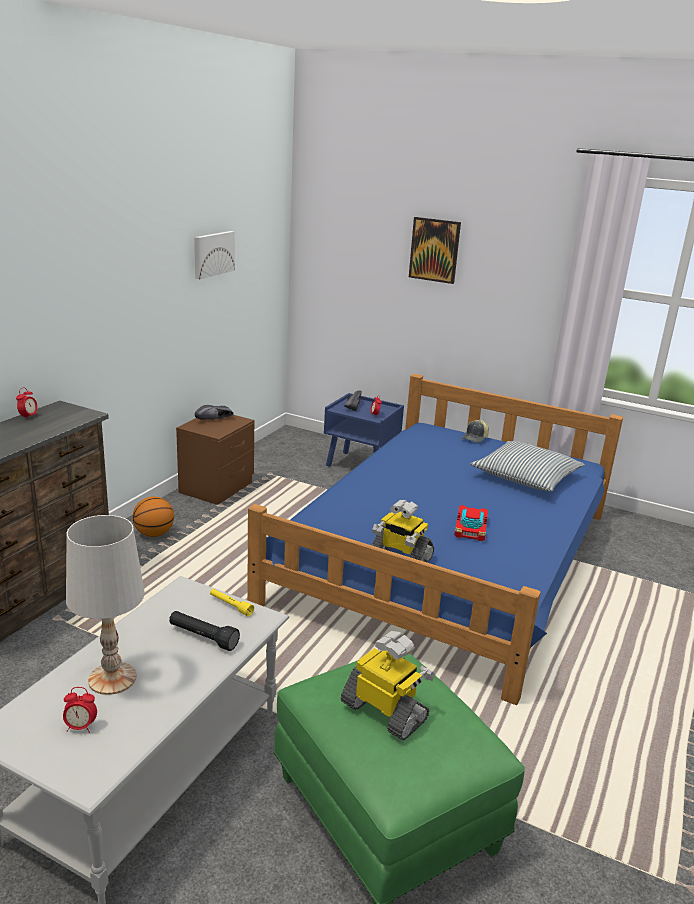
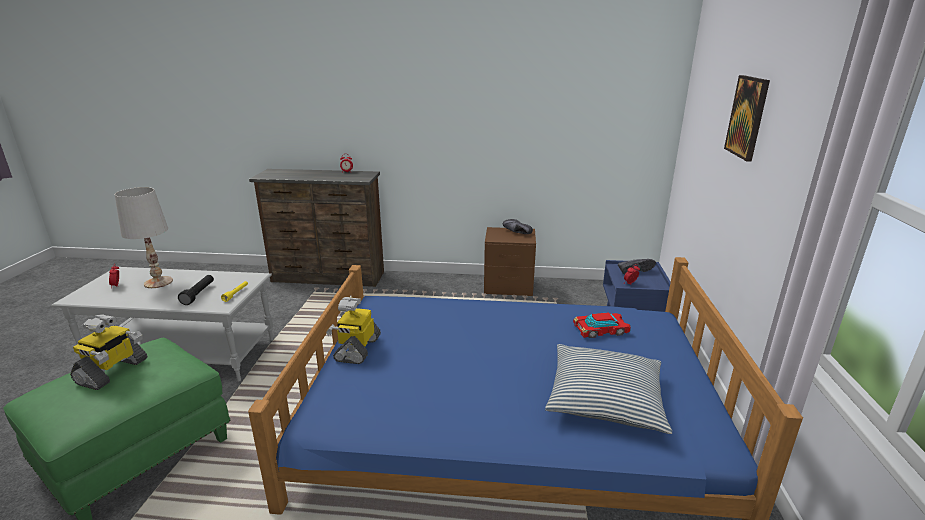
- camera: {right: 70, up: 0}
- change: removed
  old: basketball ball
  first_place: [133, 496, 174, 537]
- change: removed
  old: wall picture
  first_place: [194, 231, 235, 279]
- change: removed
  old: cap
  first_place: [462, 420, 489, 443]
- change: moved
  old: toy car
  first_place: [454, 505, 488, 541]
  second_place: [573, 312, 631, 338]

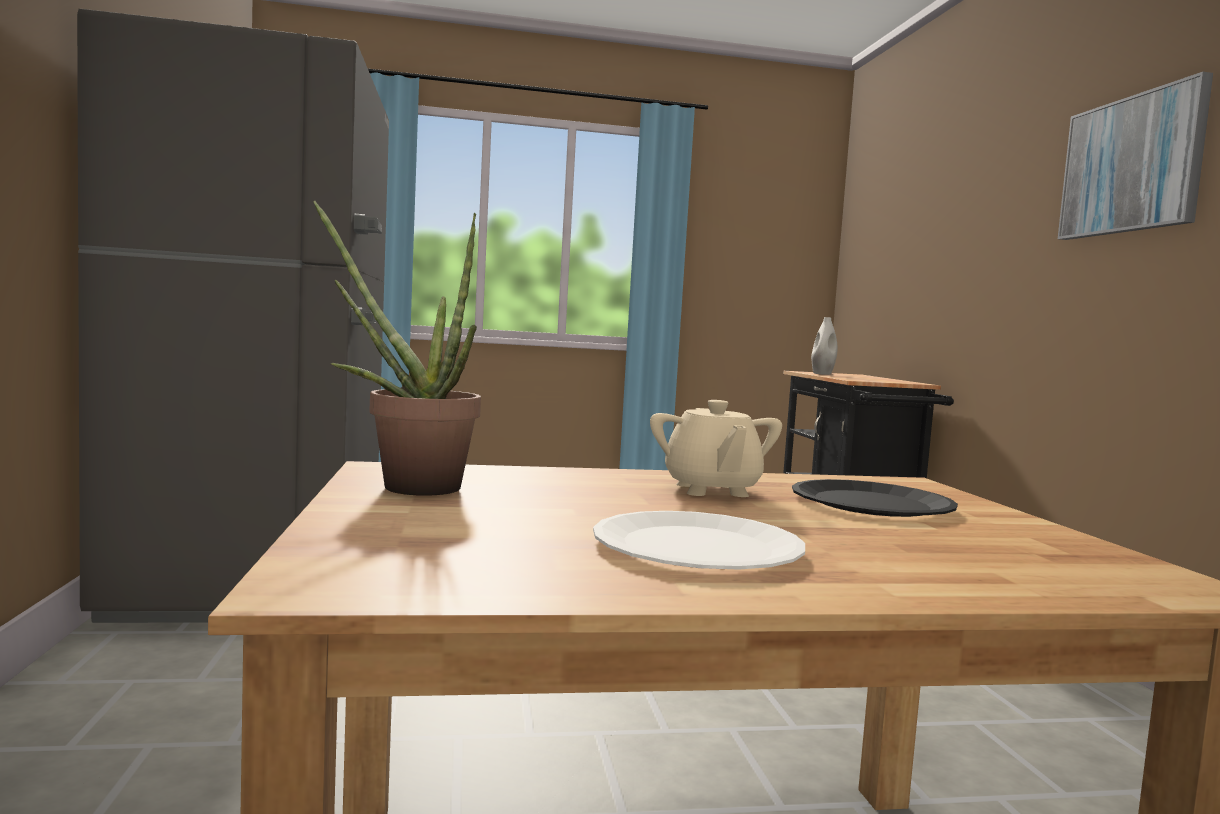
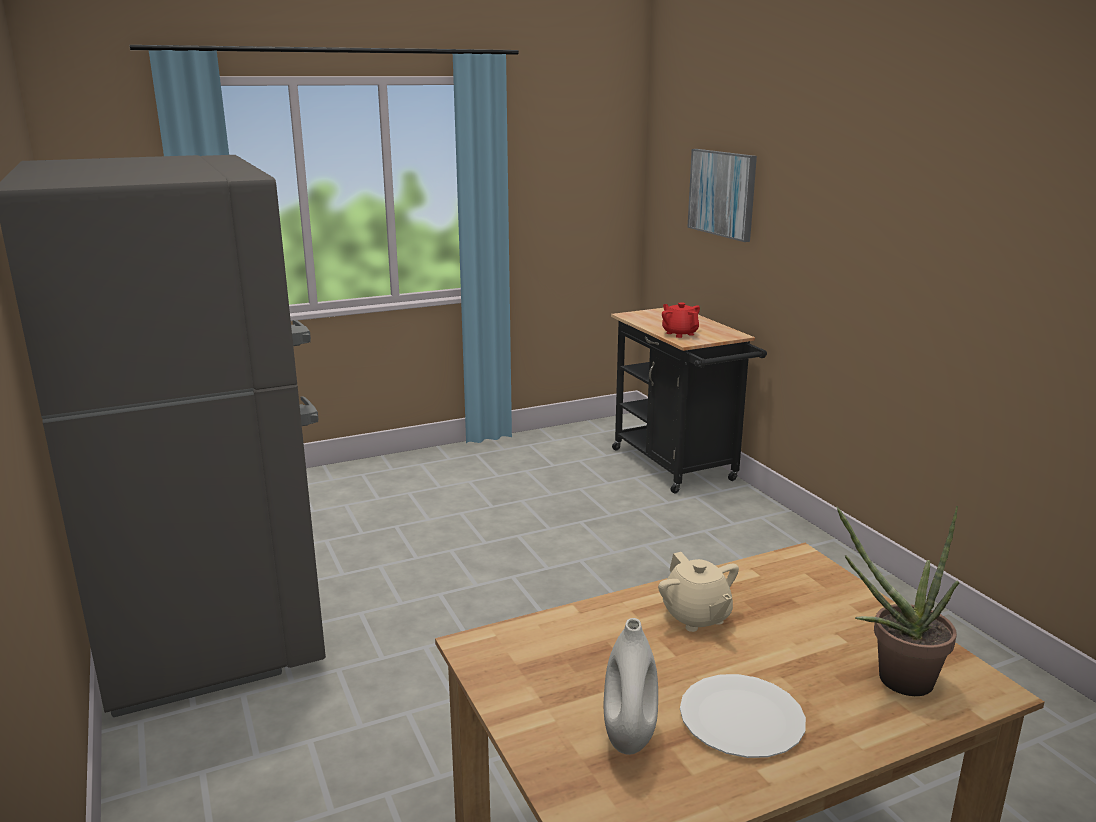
- camera: {right: -15, up: 15}
- change: removed
  old: flat dish (blackish)
  first_place: [792, 479, 958, 517]
- change: added
  new: teapot (red-coloured)
  second_place: [662, 302, 700, 338]
- change: moved
  old: houseplant
  first_place: [313, 201, 481, 496]
  second_place: [837, 506, 959, 696]
- change: moved
  old: vase (whitish)
  first_place: [811, 317, 838, 375]
  second_place: [604, 618, 658, 755]
- change: moved
  old: wall picture
  first_place: [1058, 72, 1213, 240]
  second_place: [687, 149, 757, 242]

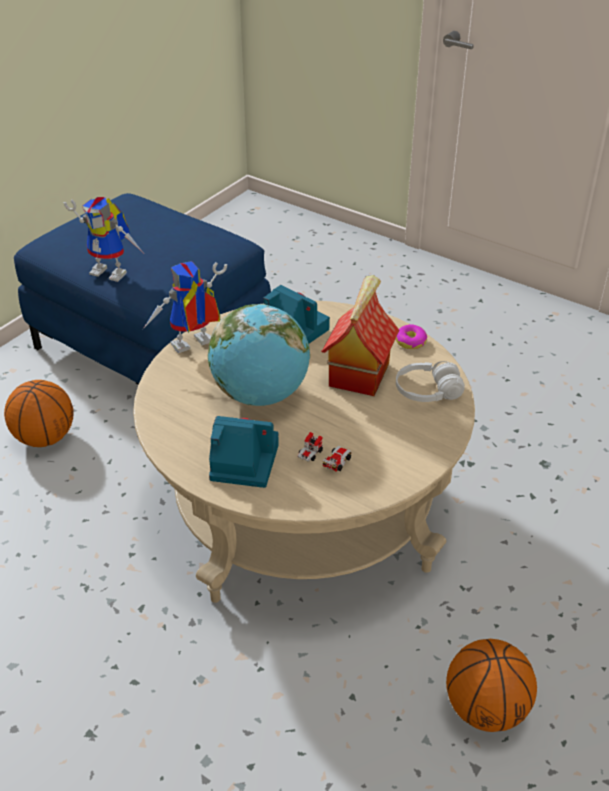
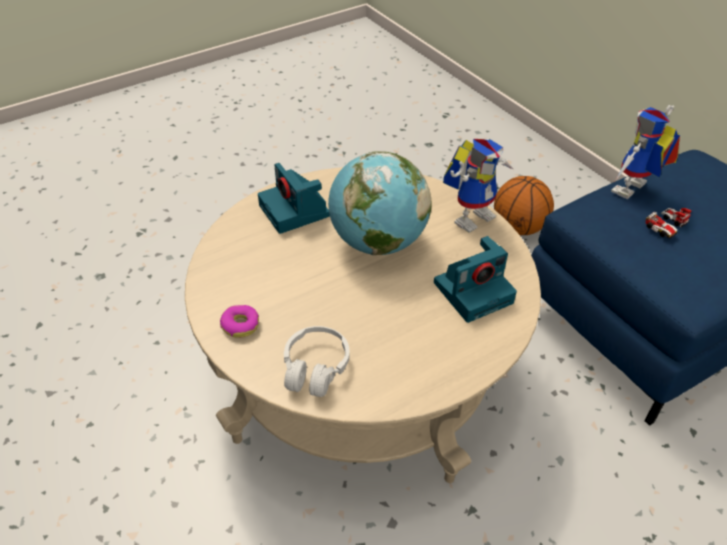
- camera: {right: 110, up: 5}
- change: removed
  old: toy house
  first_place: [321, 275, 399, 396]
- change: removed
  old: basketball ball
  first_place: [446, 639, 537, 732]
- change: moved
  old: toy car
  first_place: [297, 432, 352, 471]
  second_place: [646, 208, 692, 238]
- change: moved
  old: doughnut
  first_place: [396, 324, 427, 349]
  second_place: [220, 305, 259, 338]
- change: turned
  old: robot figure
  first_place: [143, 261, 227, 353]
  second_place: [443, 139, 514, 233]
  degrees: 60
- change: turned
  old: photo camera
  first_place: [209, 416, 279, 488]
  second_place: [258, 163, 330, 234]
  degrees: 120

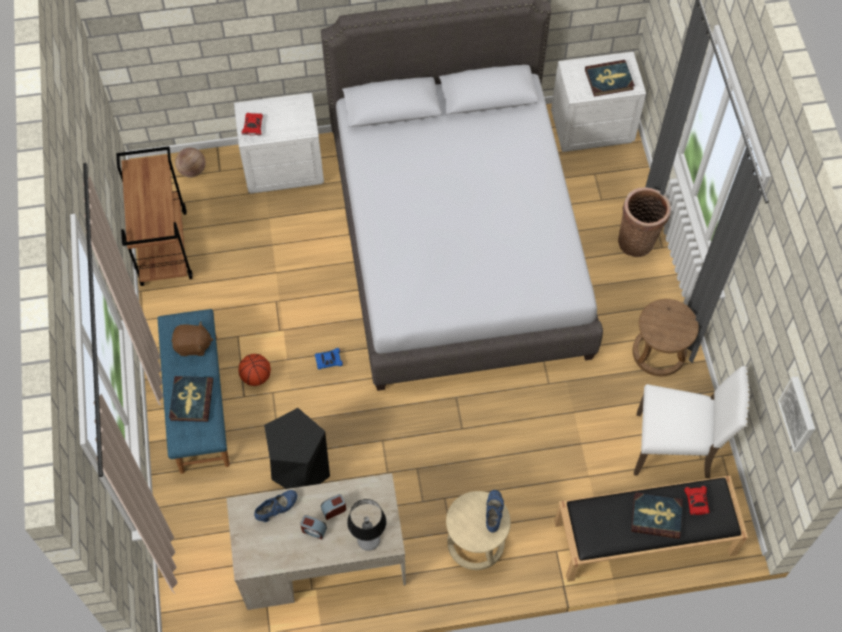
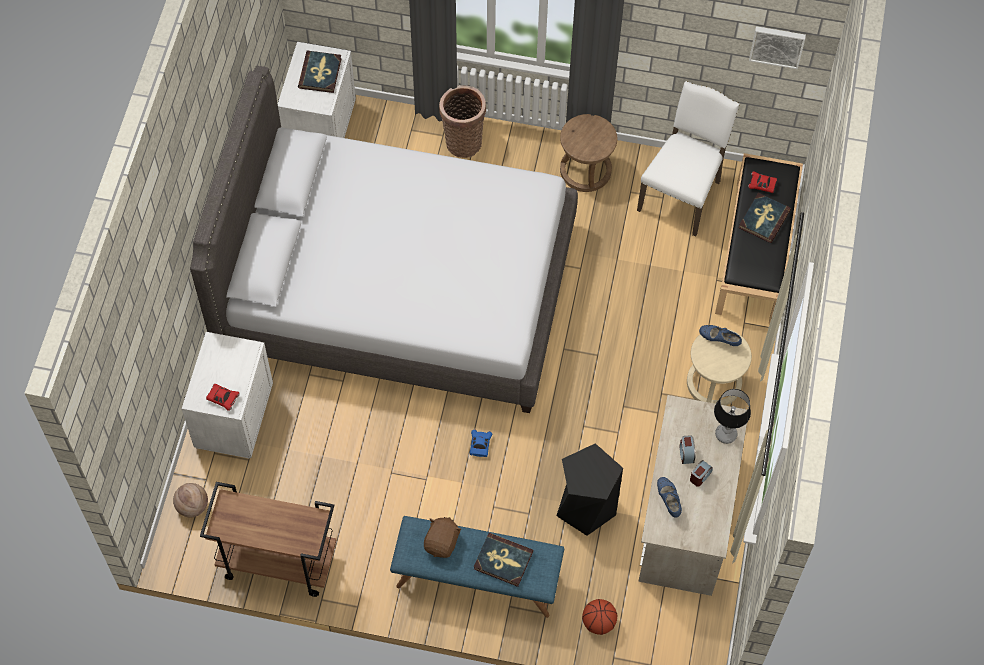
- camera: {right: -70, up: 0}
- change: moved
  old: basketball ball
  first_place: [239, 354, 271, 386]
  second_place: [582, 599, 617, 635]

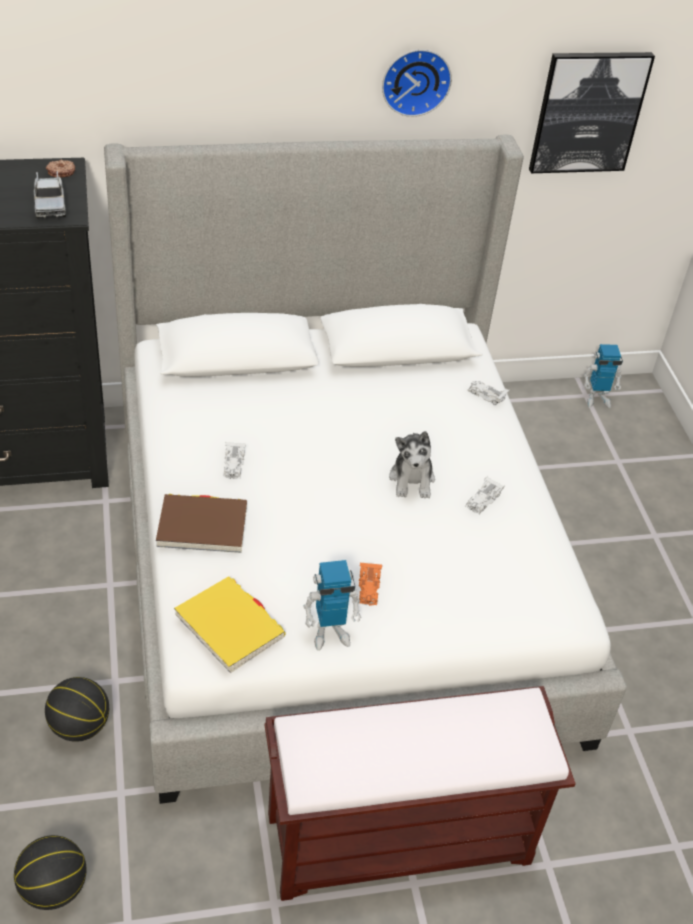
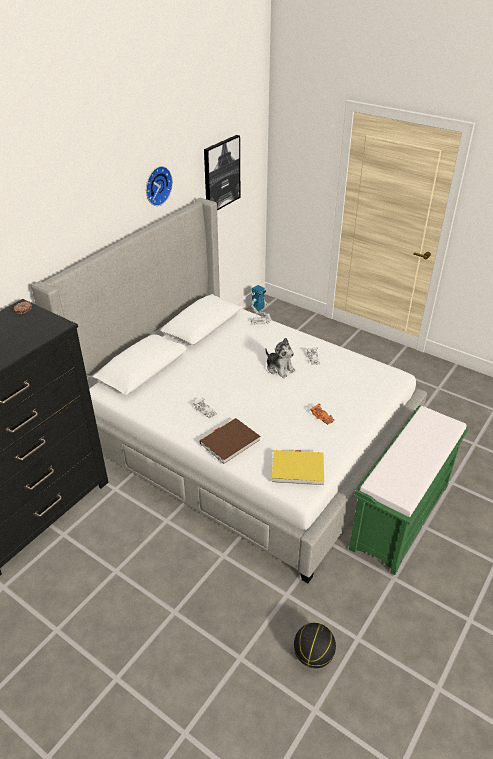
- camera: {right: -40, up: -5}
- change: removed
  old: toy lorry
  first_place: [34, 171, 66, 218]
- change: removed
  old: basketball ball
  first_place: [45, 677, 109, 742]
- change: removed
  old: robot figure
  first_place: [304, 560, 361, 651]
- change: recoloured
  old: bench (brown-coloured)
  new: bench (green)
  first_place: [265, 686, 576, 901]
  second_place: [349, 405, 468, 575]

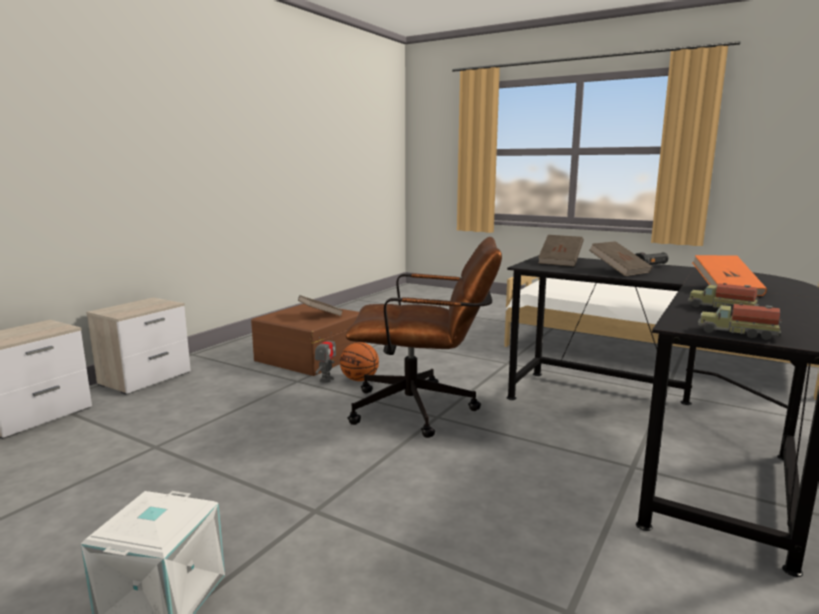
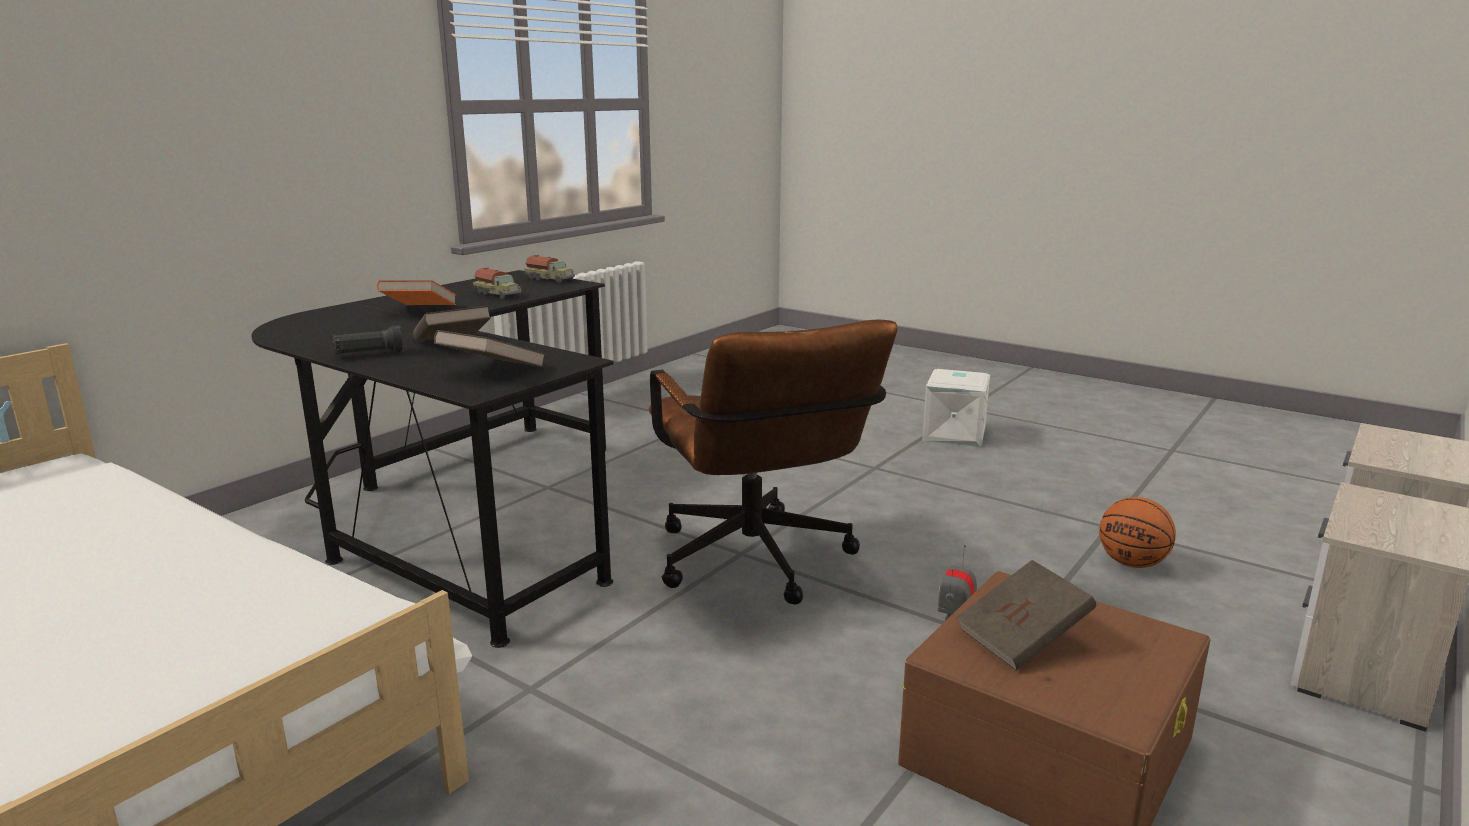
- camera: {right: -175, up: 5}
- change: moved
  old: basketball ball
  first_place: [340, 342, 379, 381]
  second_place: [1099, 497, 1176, 568]
- change: turned
  old: office chair (brown-coloured)
  first_place: [345, 237, 502, 438]
  second_place: [649, 320, 898, 605]
  degrees: -120

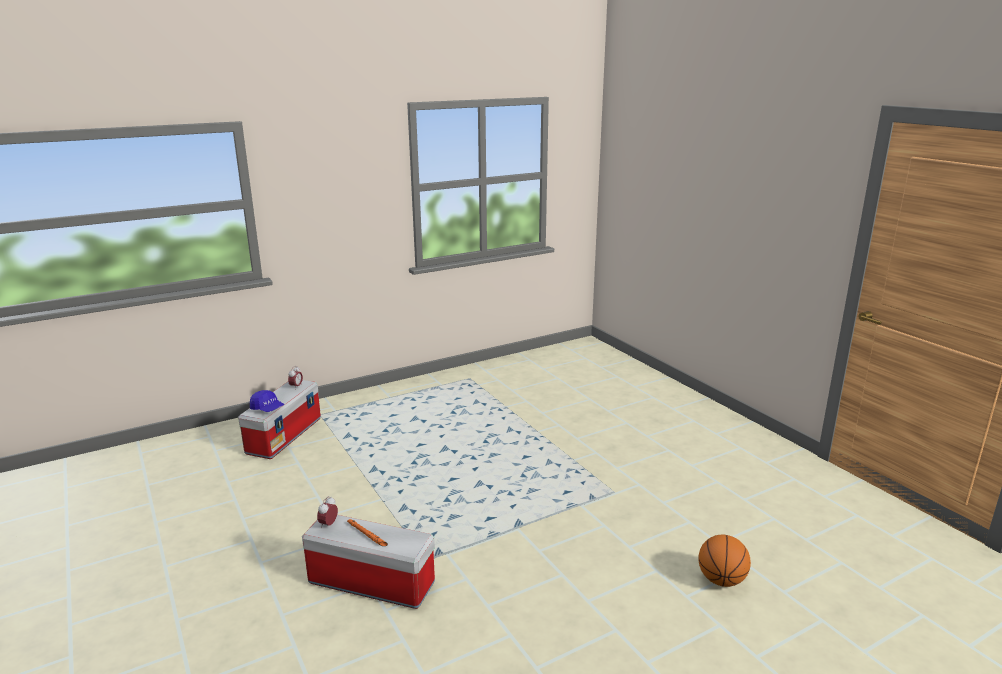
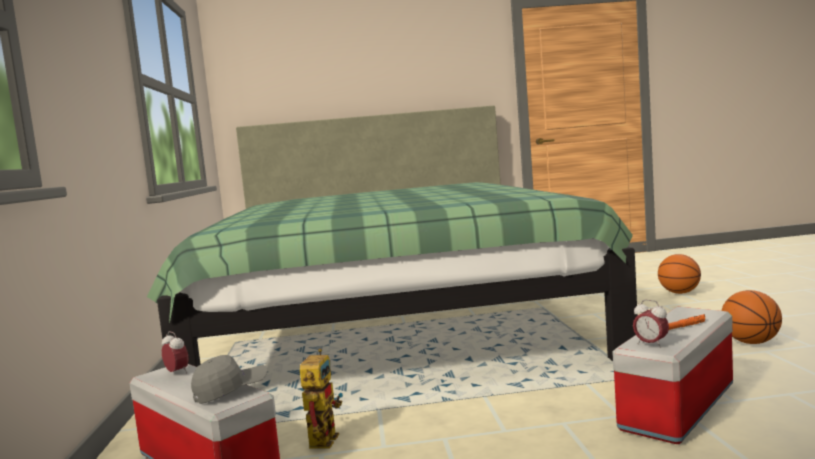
- camera: {right: -65, up: -15}
- change: added
  new: bed (green)
  second_place: [147, 106, 638, 367]
- change: added
  new: robot figure
  second_place: [300, 348, 343, 449]
- change: added
  new: basketball ball
  second_place: [722, 290, 782, 344]
- change: recoloured
  old: cap (bluish)
  new: cap (grey)
  first_place: [250, 390, 284, 412]
  second_place: [191, 355, 267, 404]

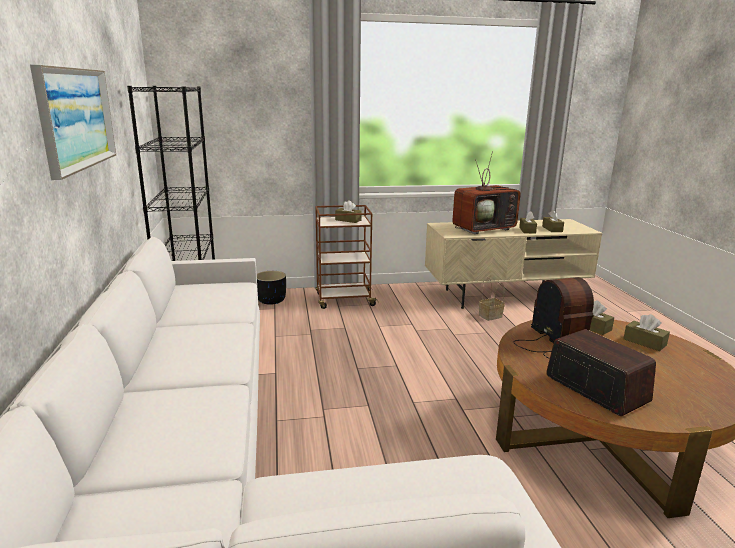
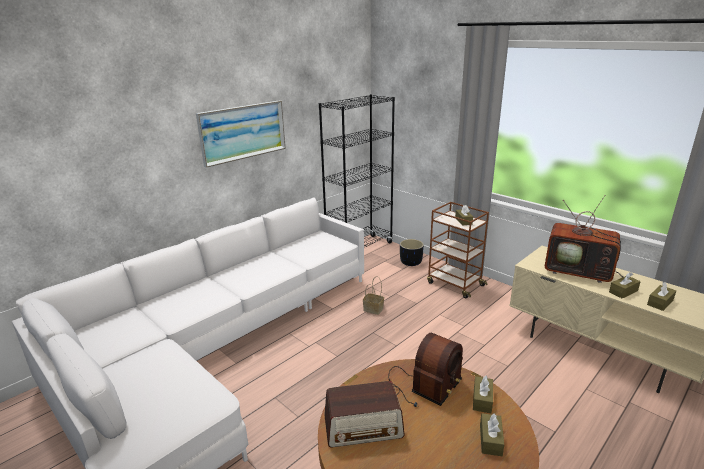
- camera: {right: 55, up: 5}
- change: moved
  old: storage basket
  first_place: [479, 277, 505, 321]
  second_place: [363, 276, 384, 315]
- change: turned
  old: radio
  first_place: [546, 329, 656, 416]
  second_place: [324, 381, 405, 447]
  degrees: 60

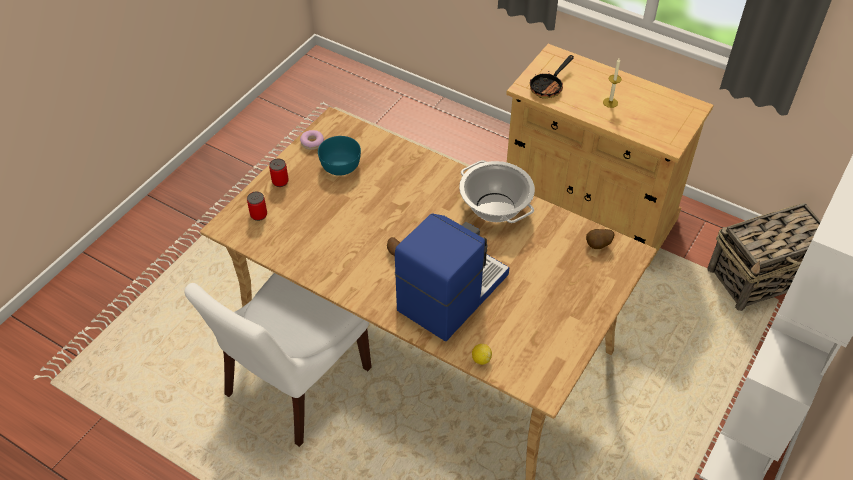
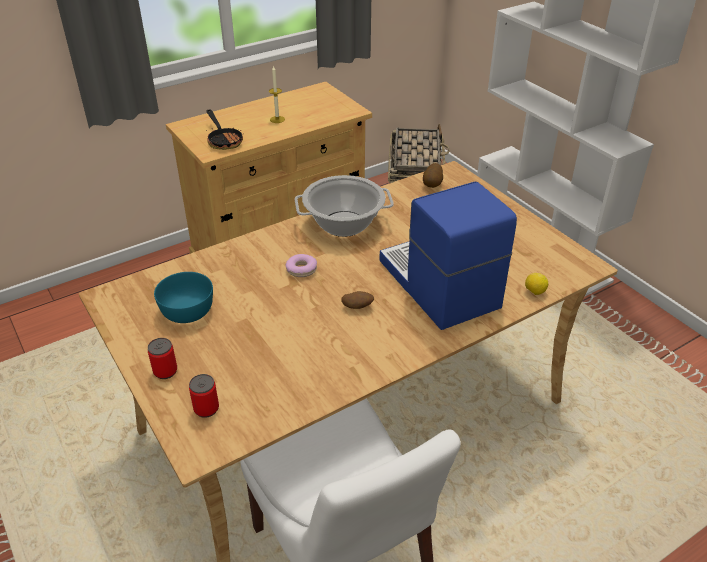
- camera: {right: -65, up: -10}
- change: moved
  old: doughnut
  first_place: [300, 130, 324, 150]
  second_place: [285, 254, 317, 277]

